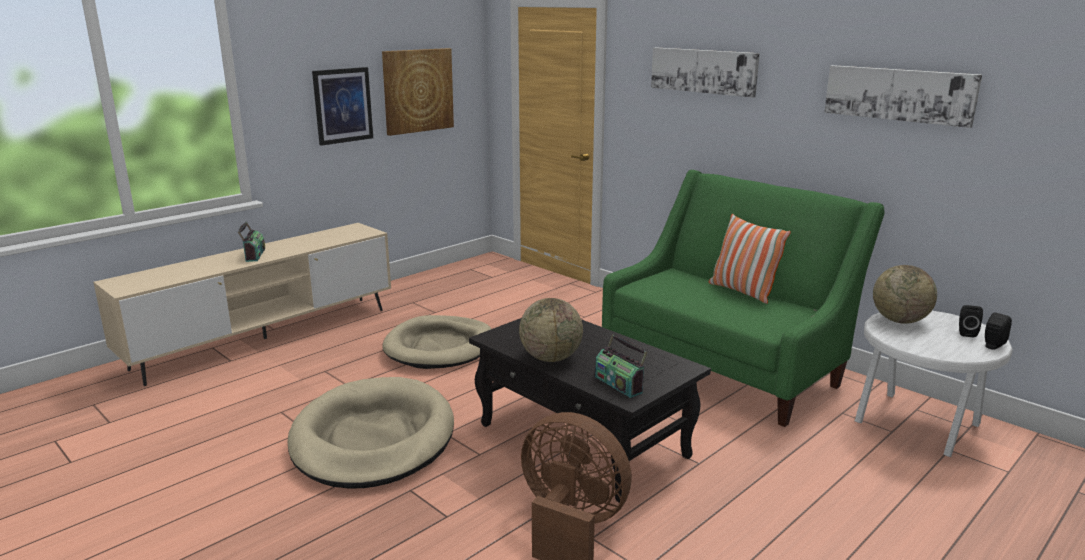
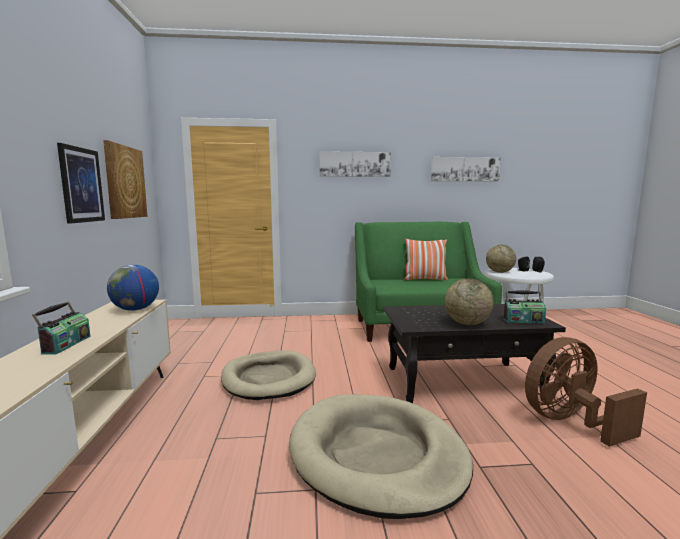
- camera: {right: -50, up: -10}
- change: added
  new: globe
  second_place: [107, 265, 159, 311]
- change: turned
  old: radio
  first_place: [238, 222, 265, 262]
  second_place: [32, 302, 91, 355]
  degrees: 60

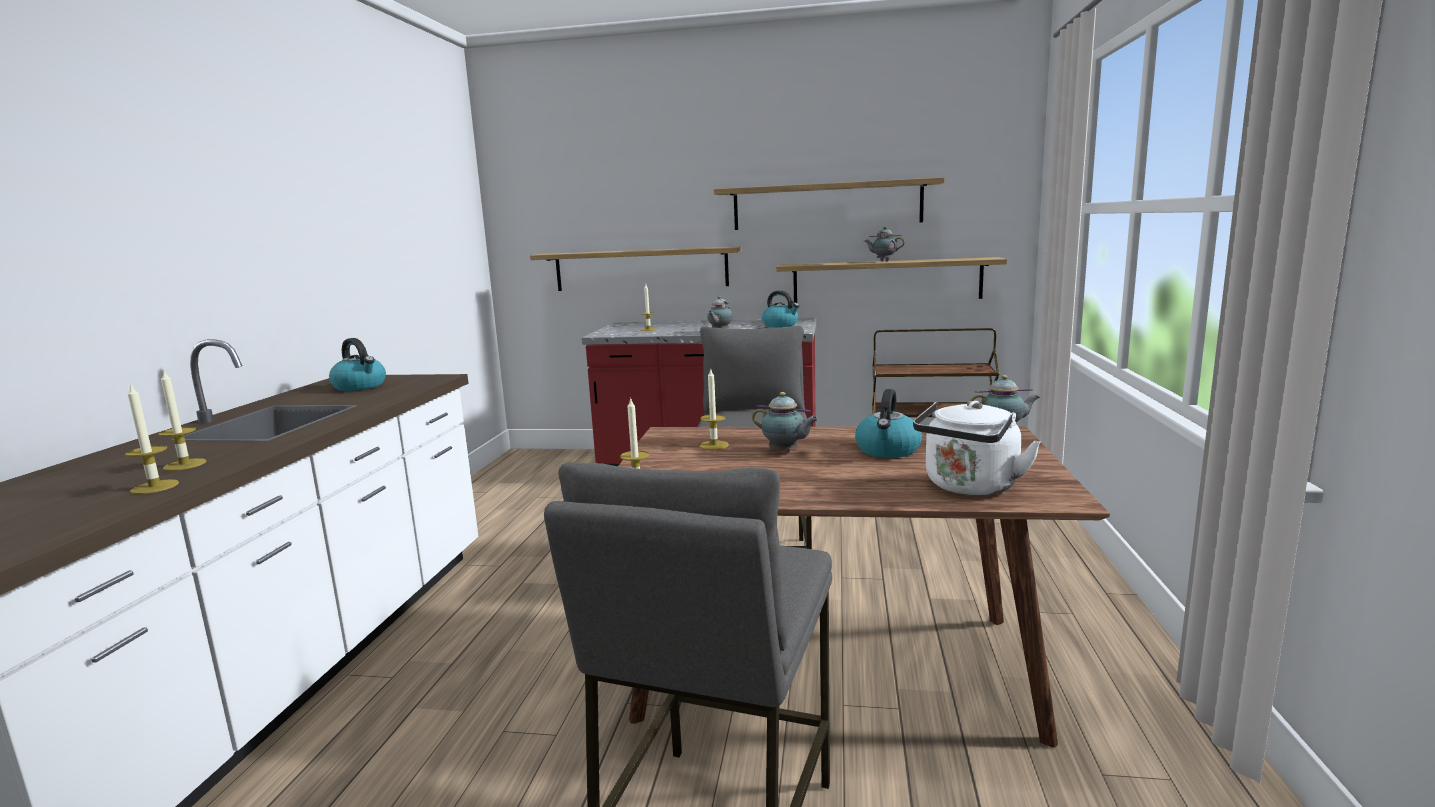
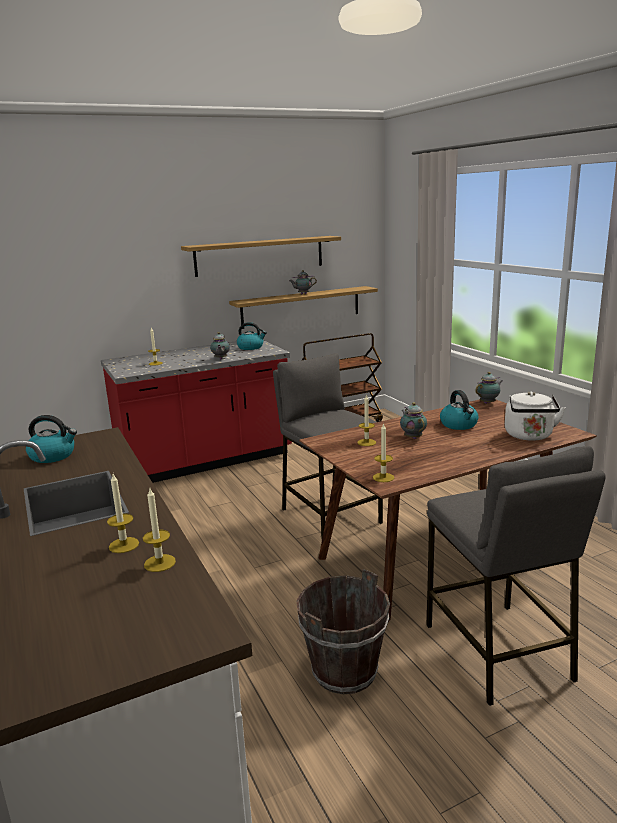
- camera: {right: -35, up: 5}
- change: removed
  old: shelf
  first_place: [530, 246, 742, 291]
- change: added
  new: bucket (brown-coloured)
  second_place: [297, 569, 390, 694]
- change: turned
  old: teapot
  first_place: [752, 392, 819, 452]
  second_place: [400, 402, 427, 439]
  degrees: -105

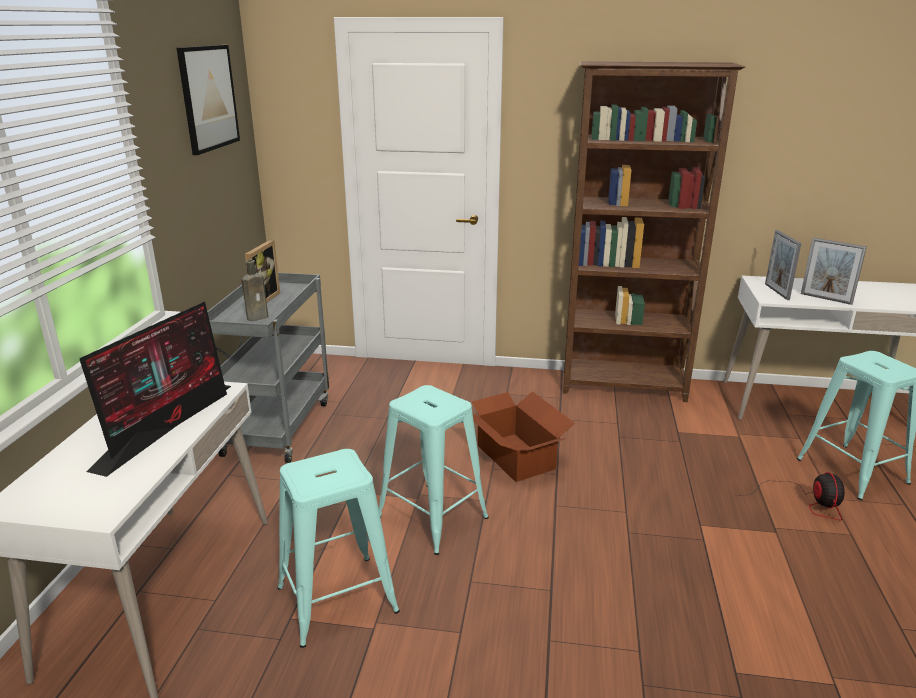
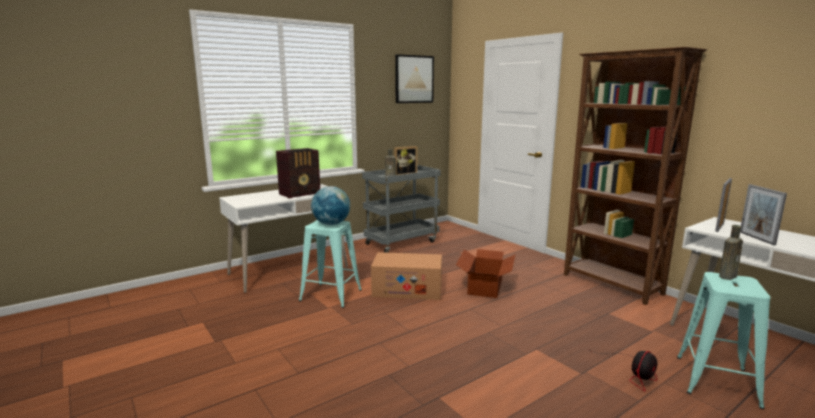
- camera: {right: 45, up: -10}
- change: added
  new: globe
  second_place: [311, 186, 350, 225]
- change: added
  new: drink bottle (brown-coloured)
  second_place: [719, 225, 743, 280]
- change: replaced
  old: computer display
  new: radio
  first_place: [79, 302, 231, 477]
  second_place: [276, 148, 320, 199]
- change: replaced
  old: stool seat (turquoise-coloured)
  new: packing box
  first_place: [379, 385, 489, 555]
  second_place: [371, 252, 442, 300]

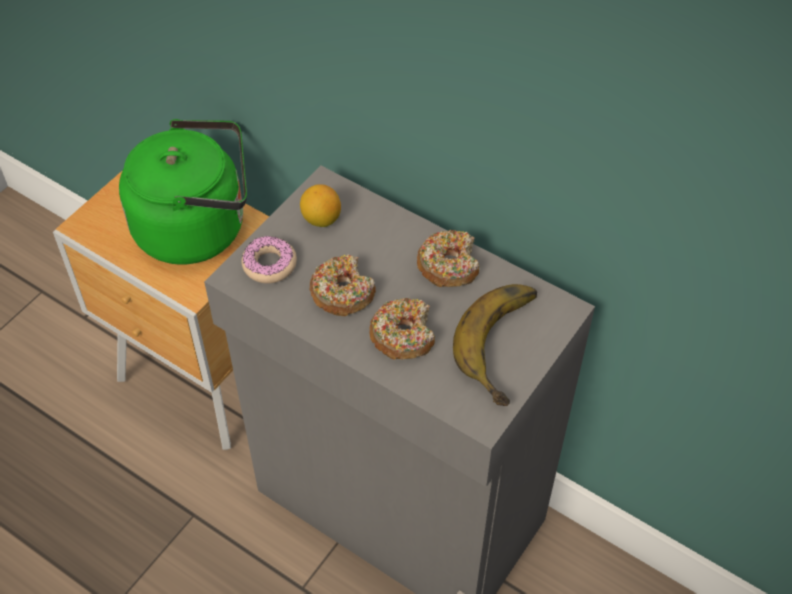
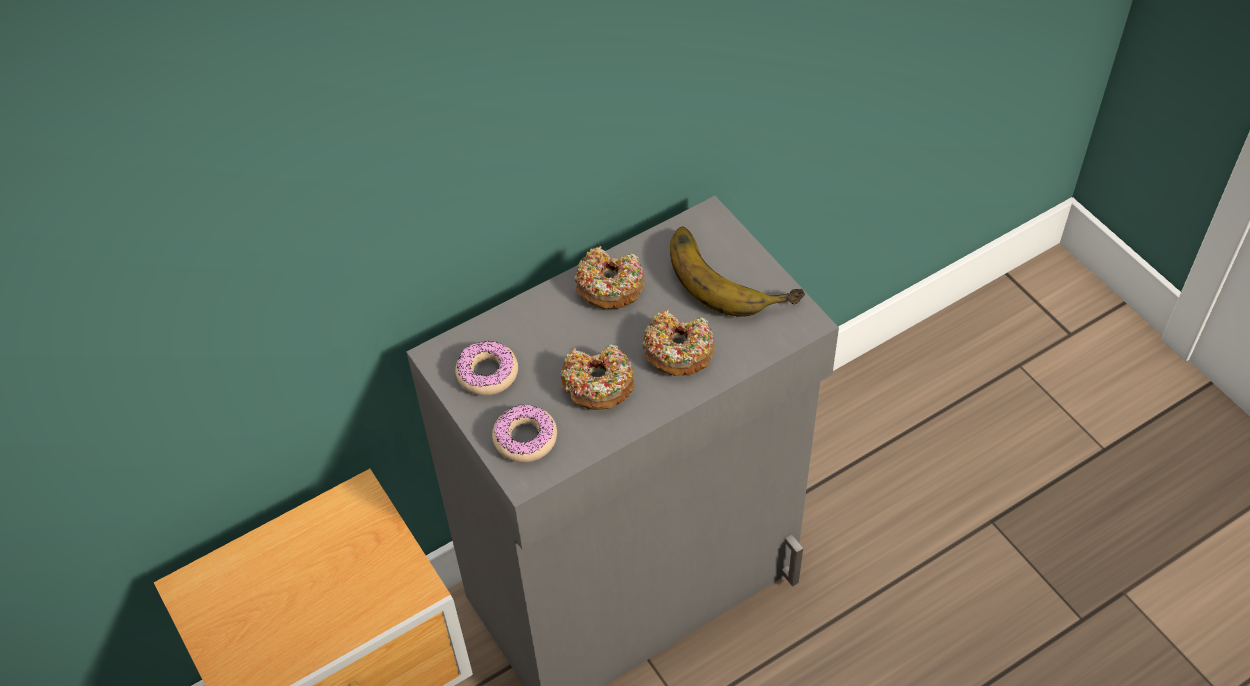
- camera: {right: -65, up: 0}
- change: removed
  old: kettle (green)
  first_place: [119, 119, 247, 265]
- change: replaced
  old: citrus fruit
  new: doughnut
  first_place: [300, 184, 341, 227]
  second_place: [455, 341, 518, 396]

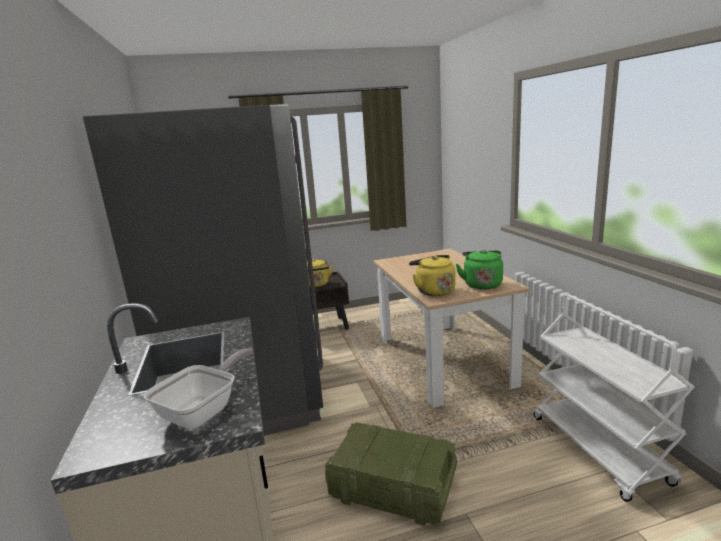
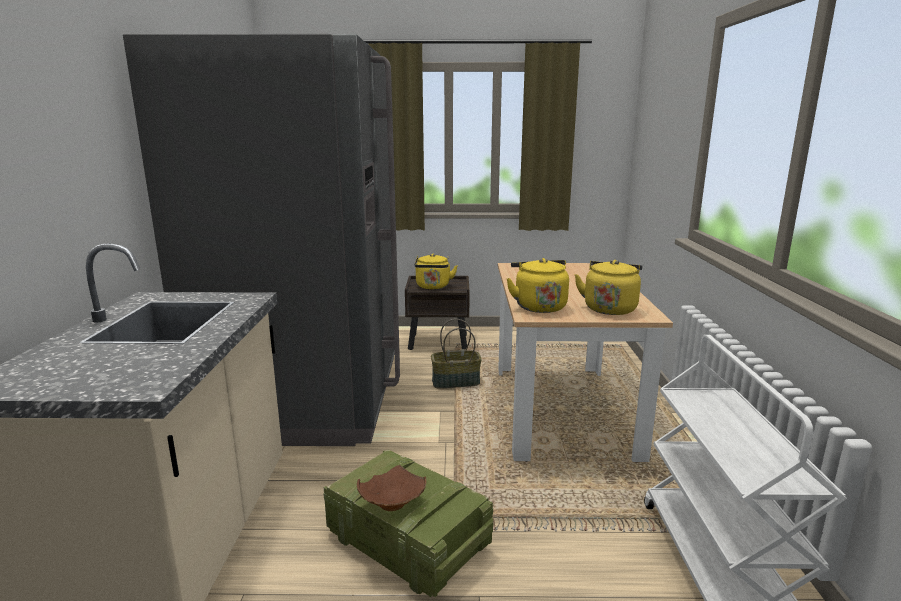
- camera: {right: 15, up: 0}
- change: removed
  old: pan
  first_place: [144, 348, 253, 429]
- change: added
  new: serving bowl (brown-coloured)
  second_place: [357, 464, 427, 511]
- change: added
  new: storage basket
  second_place: [431, 319, 482, 389]
- change: recoloured
  old: kettle (green)
  new: kettle (yellowish)
  first_place: [456, 250, 503, 290]
  second_place: [574, 260, 642, 315]

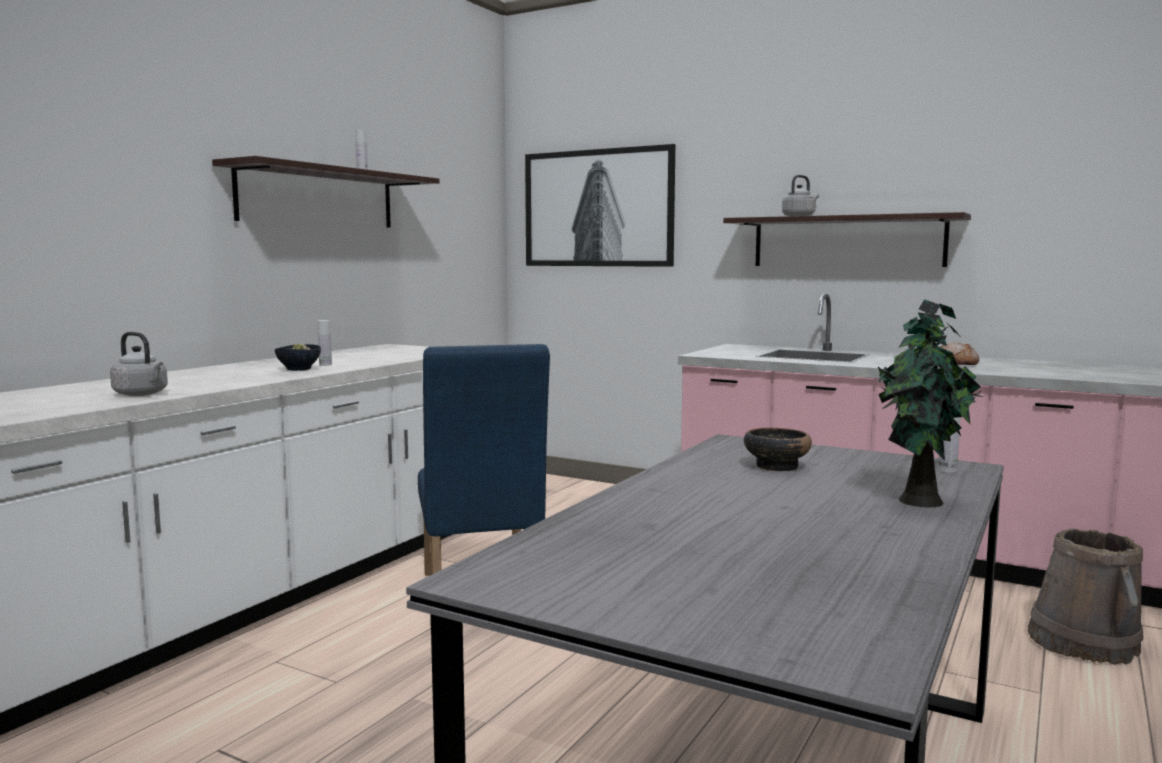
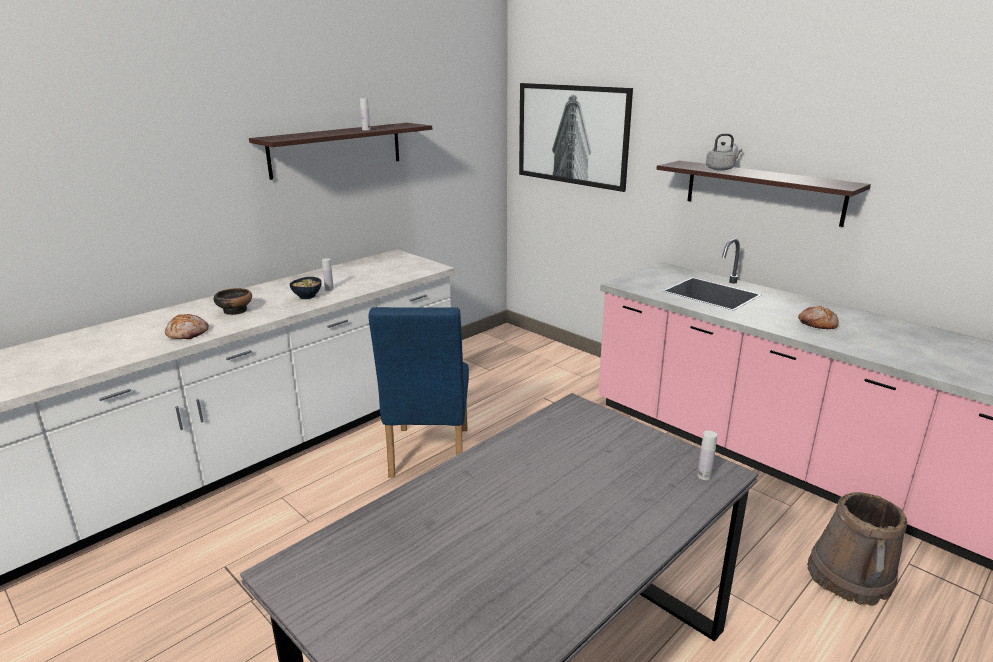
- camera: {right: 15, up: 15}
- change: removed
  old: houseplant
  first_place: [878, 299, 983, 507]
- change: moved
  old: serving bowl
  first_place: [744, 428, 812, 471]
  second_place: [214, 288, 252, 315]
- change: replaced
  old: kettle (grey)
  new: bakery bread
  first_place: [110, 332, 168, 396]
  second_place: [165, 314, 209, 339]

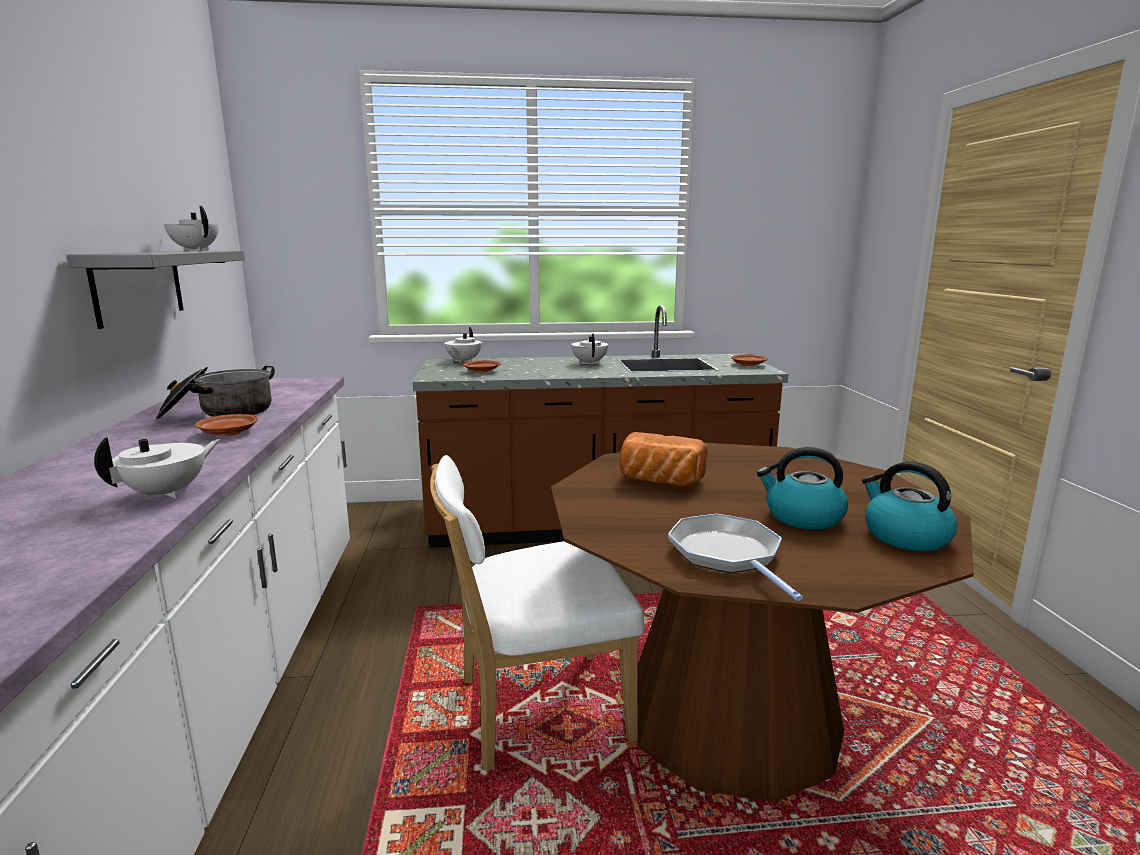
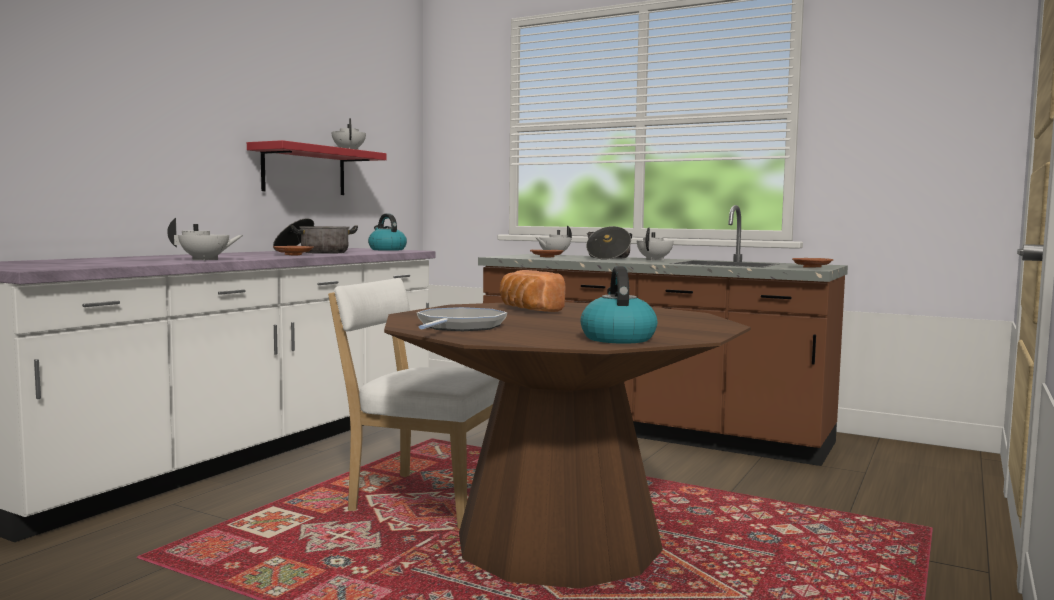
- camera: {right: 35, up: -10}
- change: added
  new: stockpot
  second_place: [586, 226, 632, 260]
- change: moved
  old: kettle
  first_place: [757, 447, 848, 530]
  second_place: [368, 213, 407, 251]
- change: recoloured
  old: shelf (grey)
  new: shelf (red-coloured)
  first_place: [66, 250, 245, 329]
  second_place: [247, 140, 387, 195]

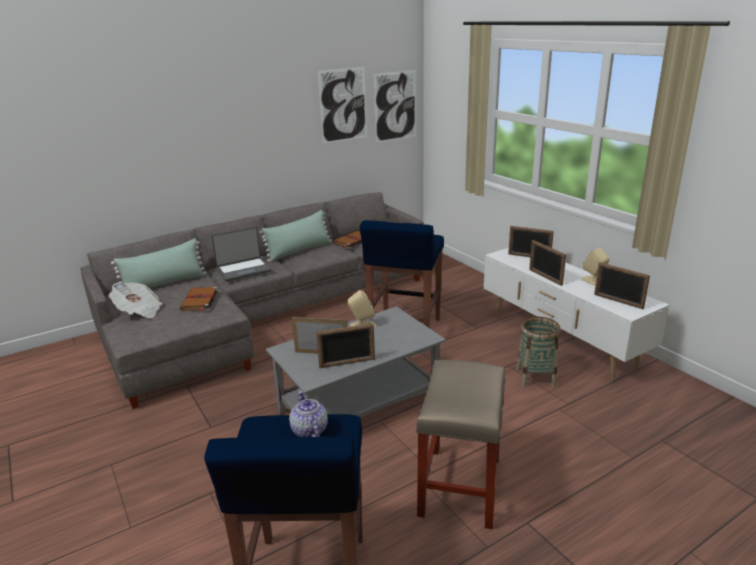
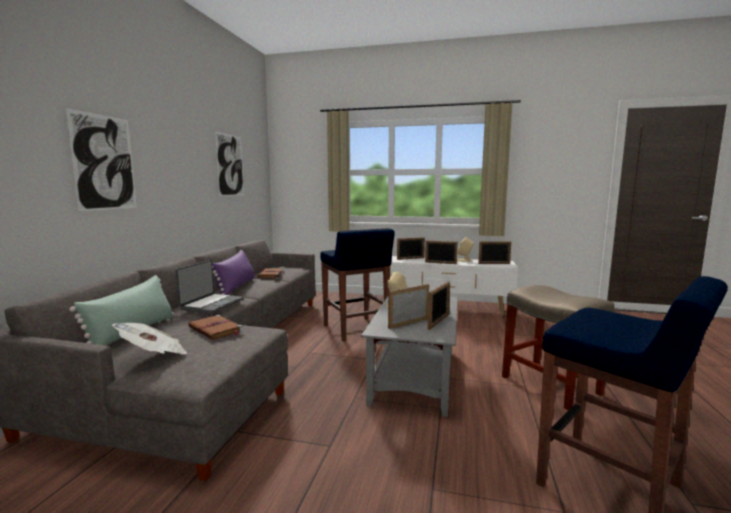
- camera: {right: -45, up: -15}
- change: removed
  old: teapot
  first_place: [289, 391, 328, 437]
- change: removed
  old: storage basket
  first_place: [516, 317, 561, 387]
- change: moved
  old: wall picture
  first_place: [374, 70, 416, 143]
  second_place: [65, 108, 137, 211]
- change: recoloured
  old: pillow (green)
  new: pillow (purple-coloured)
  first_place: [259, 210, 332, 262]
  second_place: [212, 250, 254, 295]

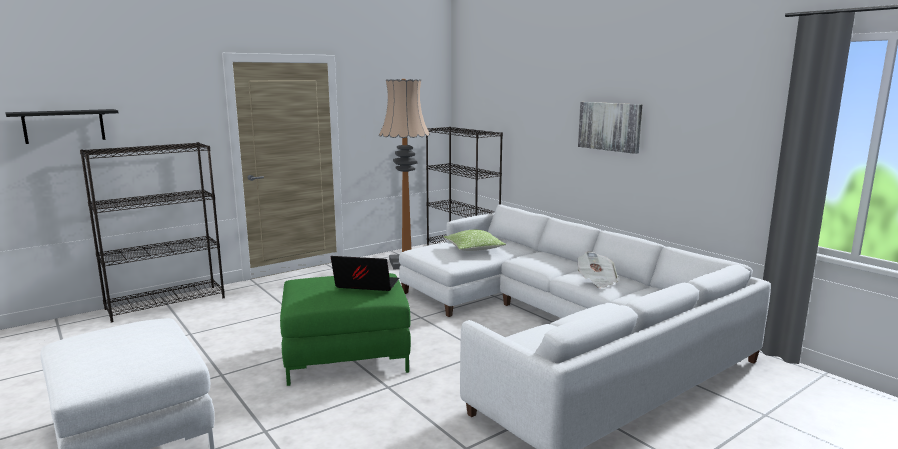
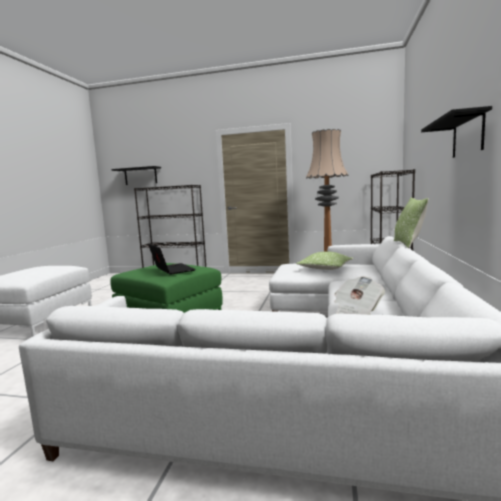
- camera: {right: 50, up: -5}
- change: added
  new: pillow
  second_place: [394, 198, 429, 248]
- change: replaced
  old: wall picture
  new: shelf (blackish)
  first_place: [578, 102, 642, 154]
  second_place: [421, 106, 492, 158]

